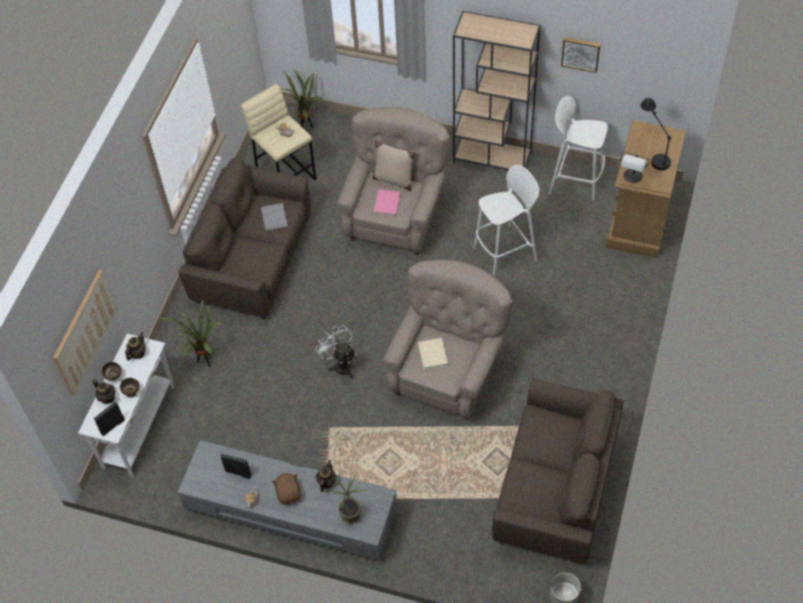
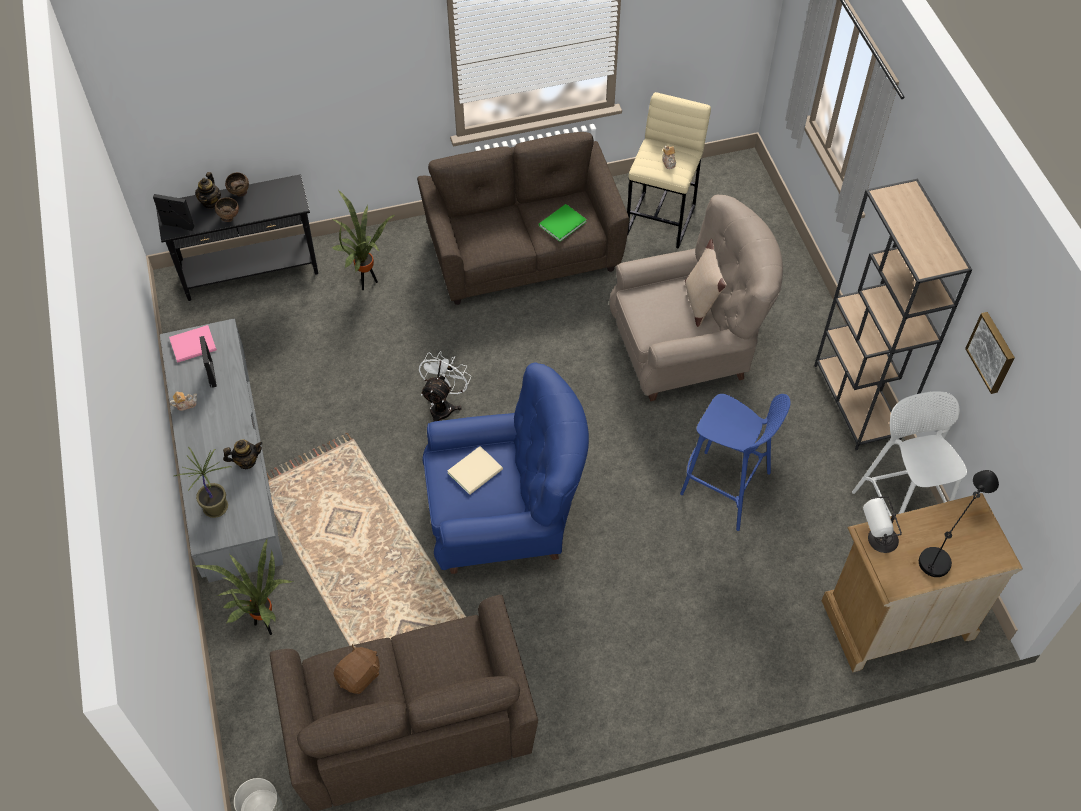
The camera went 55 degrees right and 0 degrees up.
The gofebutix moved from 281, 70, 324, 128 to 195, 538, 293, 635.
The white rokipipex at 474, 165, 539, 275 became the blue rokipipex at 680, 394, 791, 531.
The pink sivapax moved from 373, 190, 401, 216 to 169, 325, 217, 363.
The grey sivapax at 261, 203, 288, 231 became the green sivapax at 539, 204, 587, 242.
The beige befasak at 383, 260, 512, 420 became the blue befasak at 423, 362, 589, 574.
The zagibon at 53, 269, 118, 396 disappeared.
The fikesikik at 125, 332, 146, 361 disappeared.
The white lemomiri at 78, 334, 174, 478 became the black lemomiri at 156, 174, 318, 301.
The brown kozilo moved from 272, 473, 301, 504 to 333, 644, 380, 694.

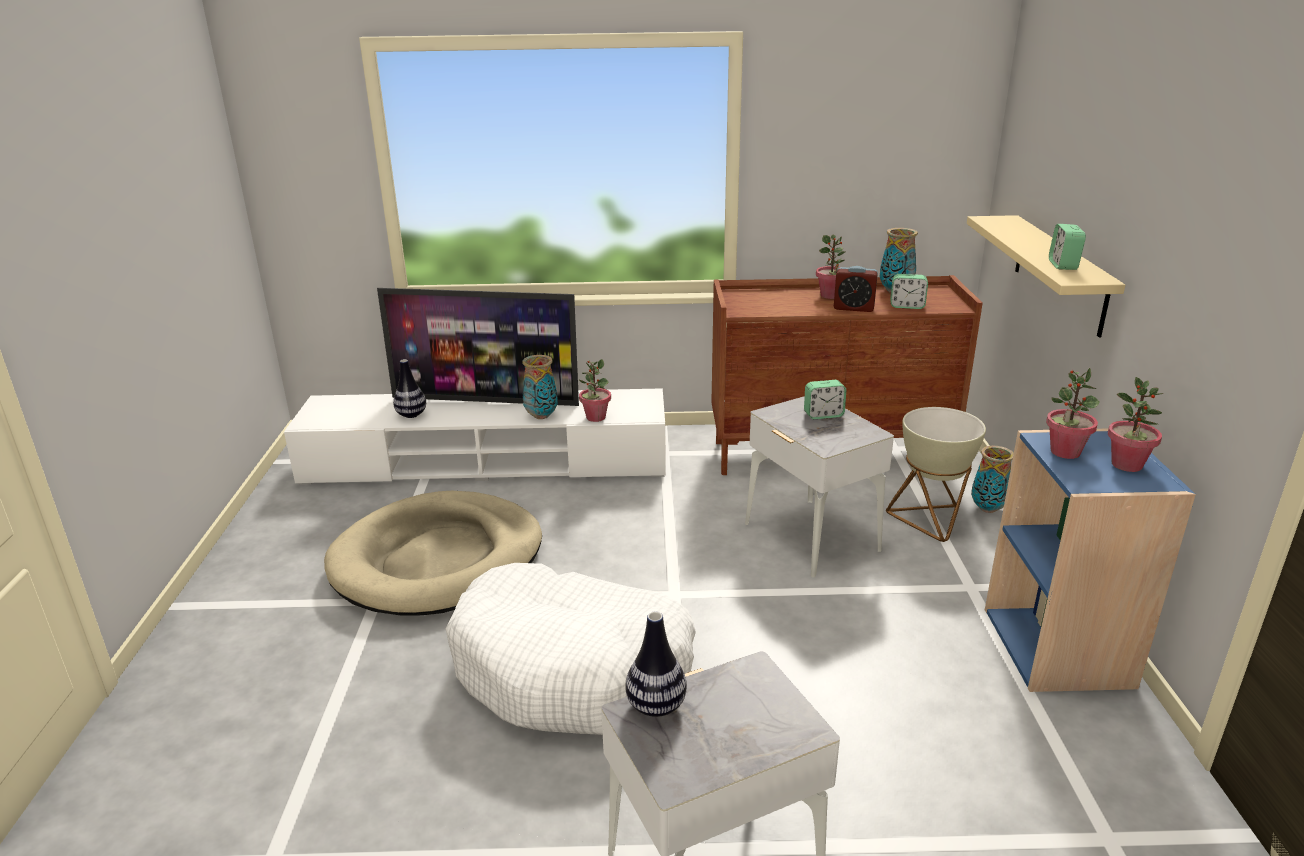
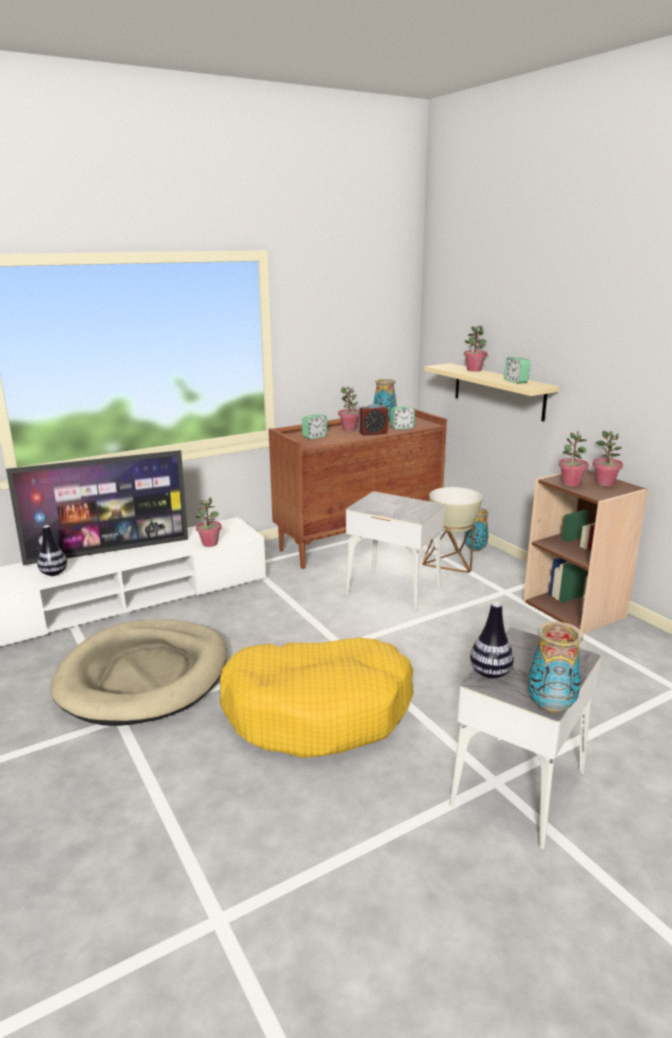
The camera went 30 degrees left and 5 degrees down.
The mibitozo moved from 522, 355, 558, 419 to 528, 621, 583, 714.
The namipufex moved from 804, 380, 846, 419 to 302, 414, 327, 439.
The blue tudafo at 985, 429, 1196, 692 became the brown tudafo at 523, 469, 649, 634.
The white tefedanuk at 445, 563, 696, 735 became the yellow tefedanuk at 220, 638, 413, 758.
The gofebutix at 464, 325, 487, 372 appeared.

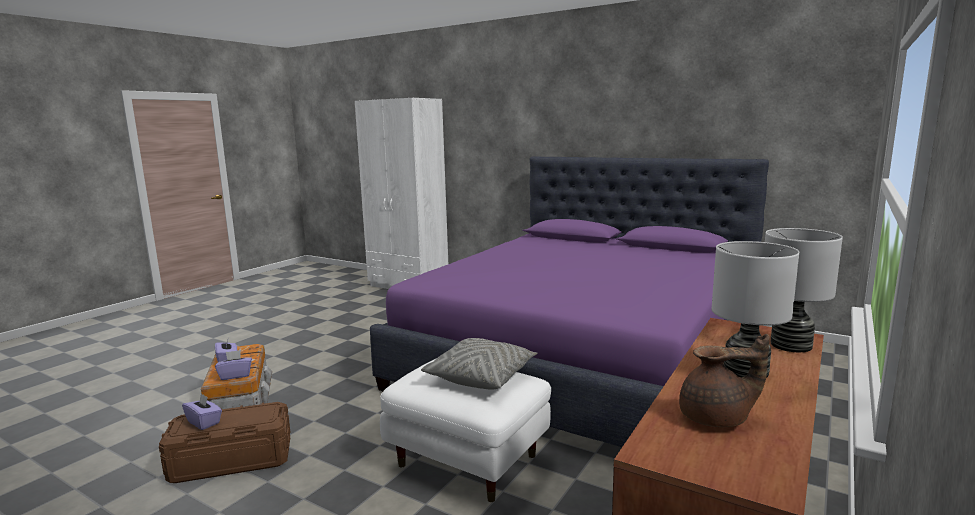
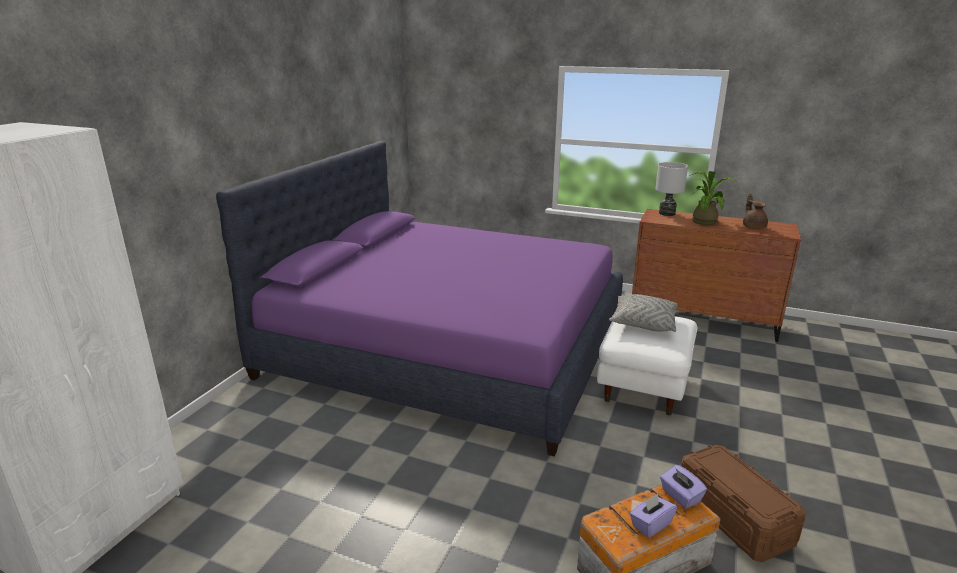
The camera went 100 degrees left and 10 degrees up.
The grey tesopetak at 711, 241, 799, 378 was replaced by the gofebutix at 692, 171, 739, 225.
The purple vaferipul at 182, 393, 222, 430 disappeared.

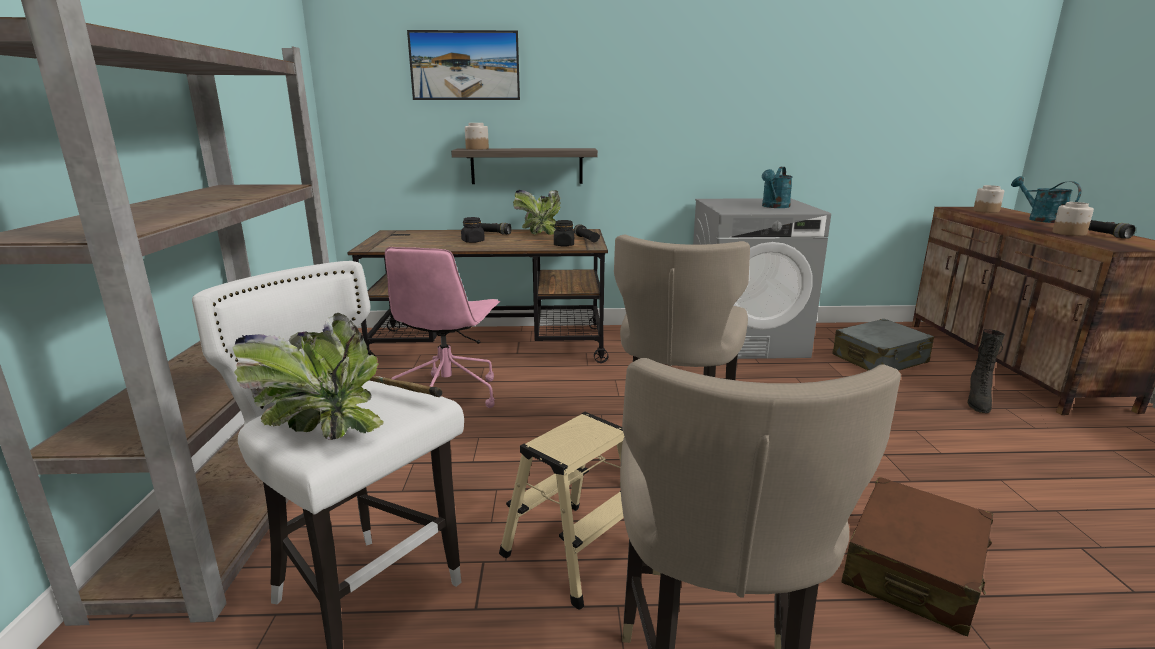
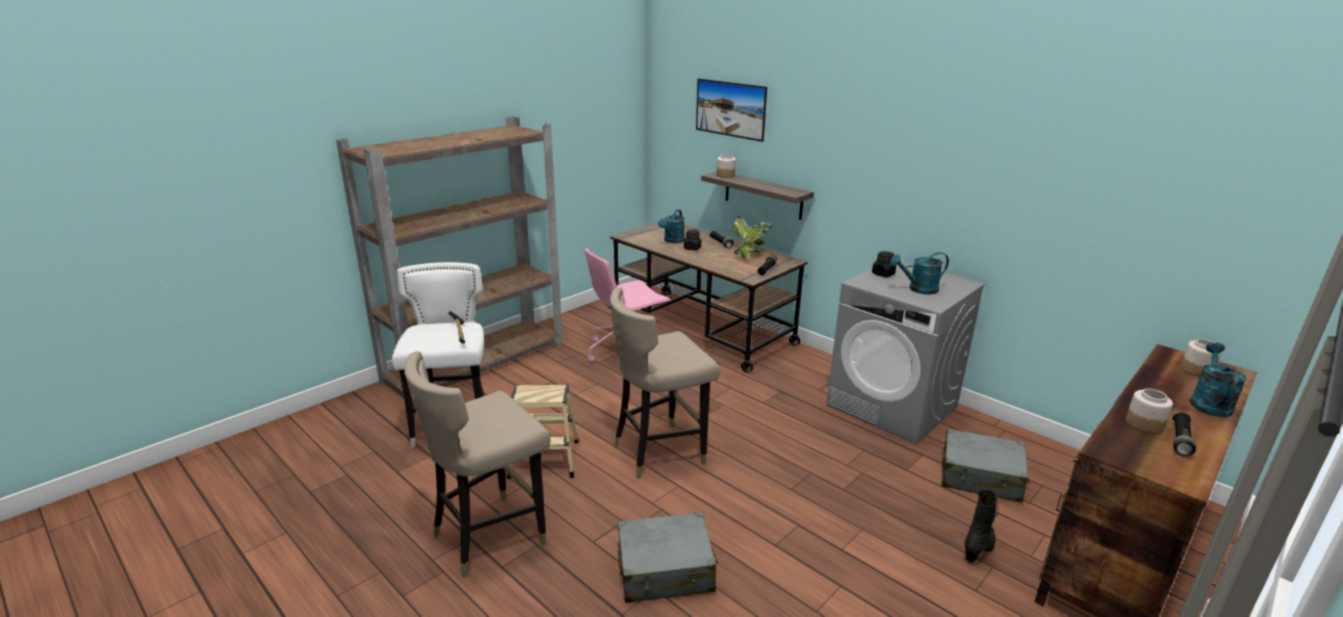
The camera went 45 degrees right and 5 degrees up.
The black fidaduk moved from 554, 220, 574, 247 to 872, 251, 896, 277.
The gofebutix at 232, 313, 384, 440 disappeared.
The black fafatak at 967, 329, 1005, 413 turned 150 degrees clockwise.
The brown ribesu at 842, 477, 993, 636 became the grey ribesu at 618, 512, 718, 603.
The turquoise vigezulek at 658, 210, 685, 243 appeared.

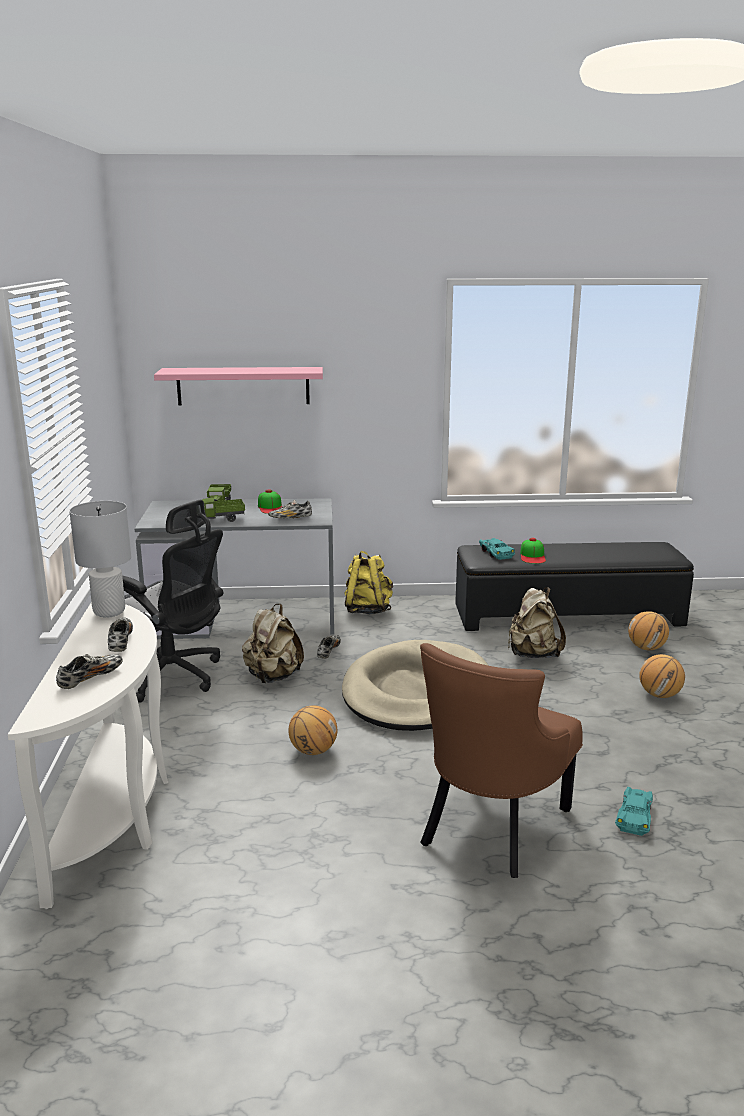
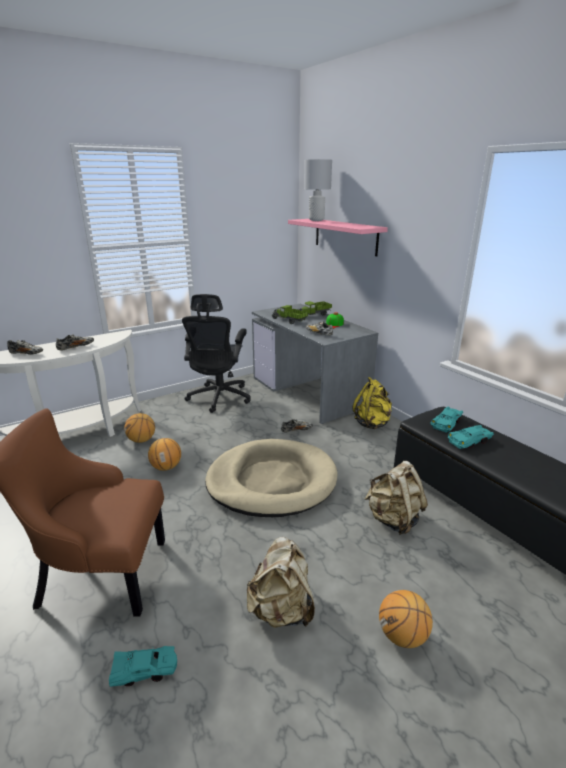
The camera went 60 degrees right and 5 degrees up.
The grey tesopetak moved from 69, 501, 131, 618 to 304, 159, 332, 221.
The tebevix at 520, 538, 546, 564 was replaced by the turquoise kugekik at 448, 425, 494, 449.
The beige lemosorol moved from 242, 604, 304, 683 to 247, 537, 315, 628.
The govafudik moved from 628, 611, 669, 650 to 124, 413, 155, 443.

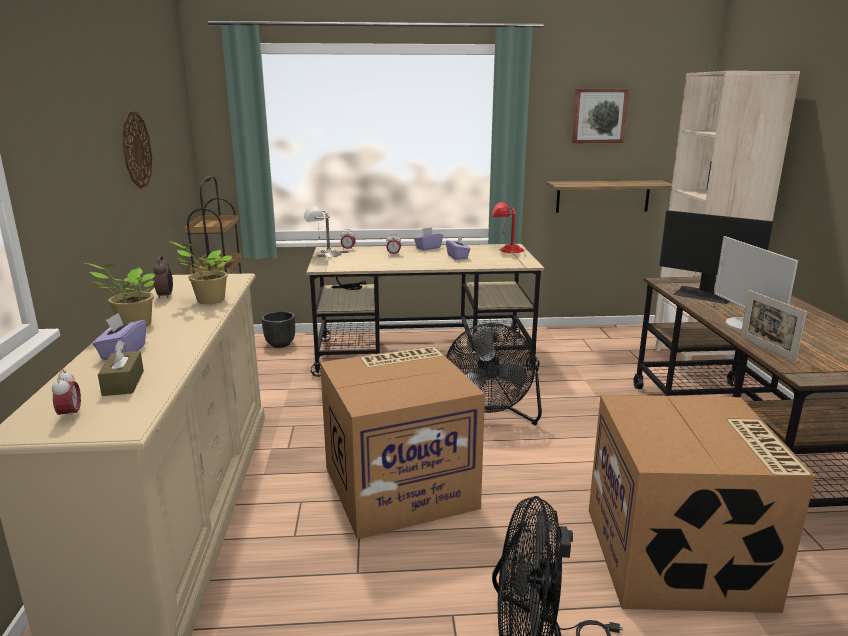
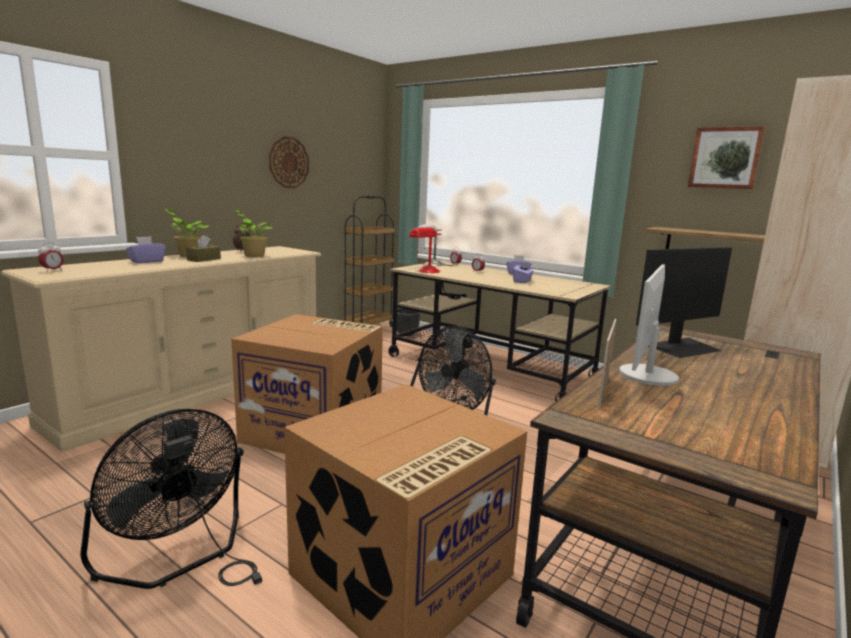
The camera went 40 degrees right and 5 degrees down.
The red tesopetak moved from 492, 202, 524, 253 to 409, 227, 442, 273.
The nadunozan at 659, 210, 773, 304 turned 105 degrees counterclockwise.
The brown vaferipul moved from 98, 340, 144, 396 to 186, 235, 221, 262.

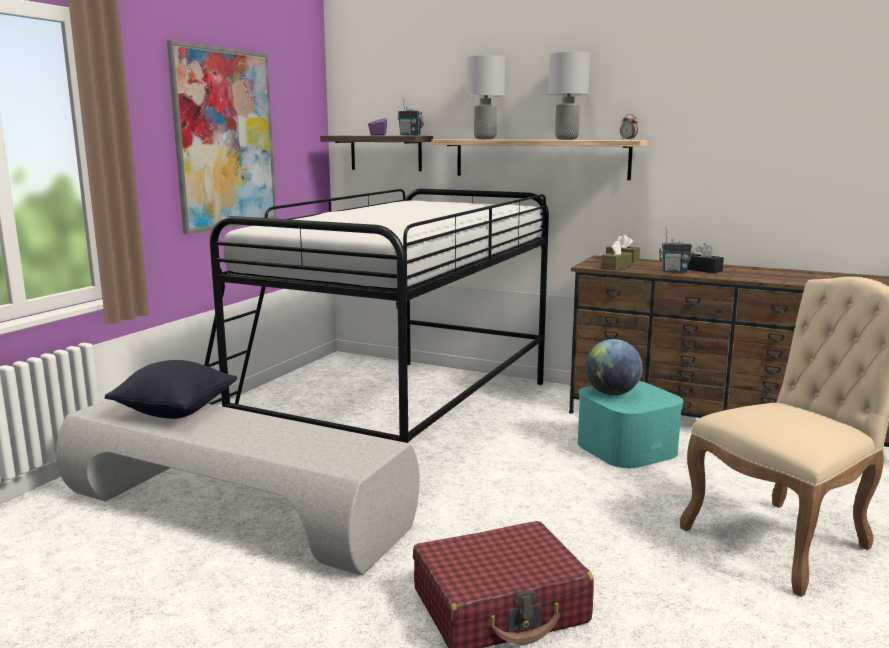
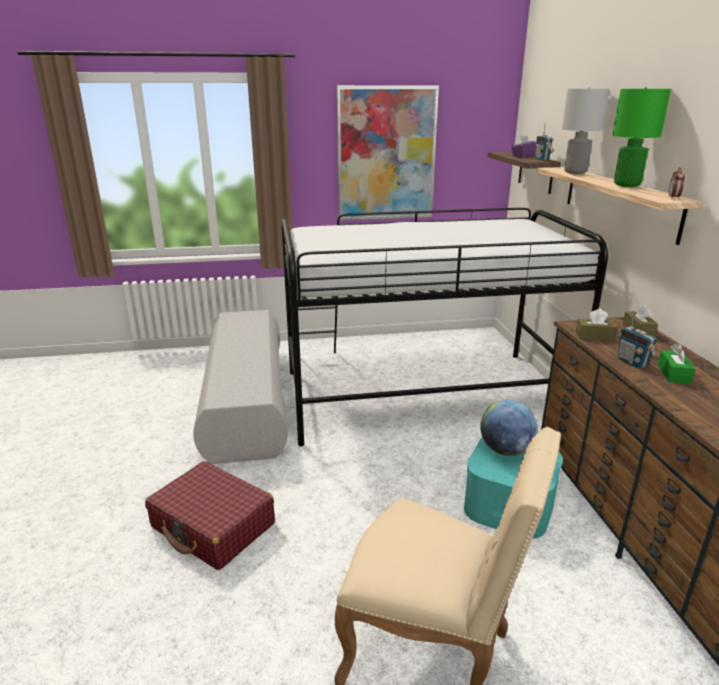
The camera went 55 degrees right and 10 degrees up.
The grey tesopetak at 548, 52, 590, 140 became the green tesopetak at 613, 87, 671, 187.
The black vaferipul at 688, 243, 724, 273 became the green vaferipul at 658, 343, 695, 384.
The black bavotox at 105, 360, 237, 419 disappeared.

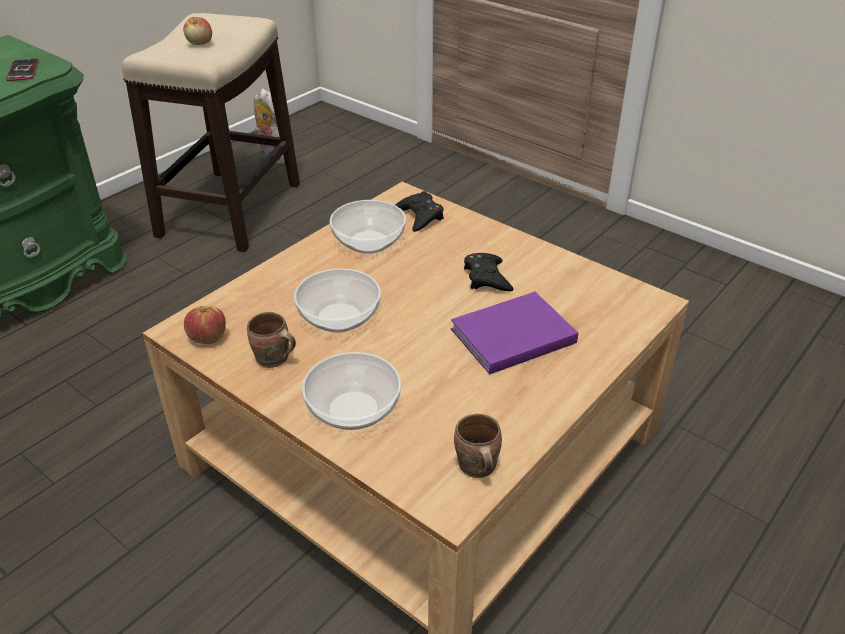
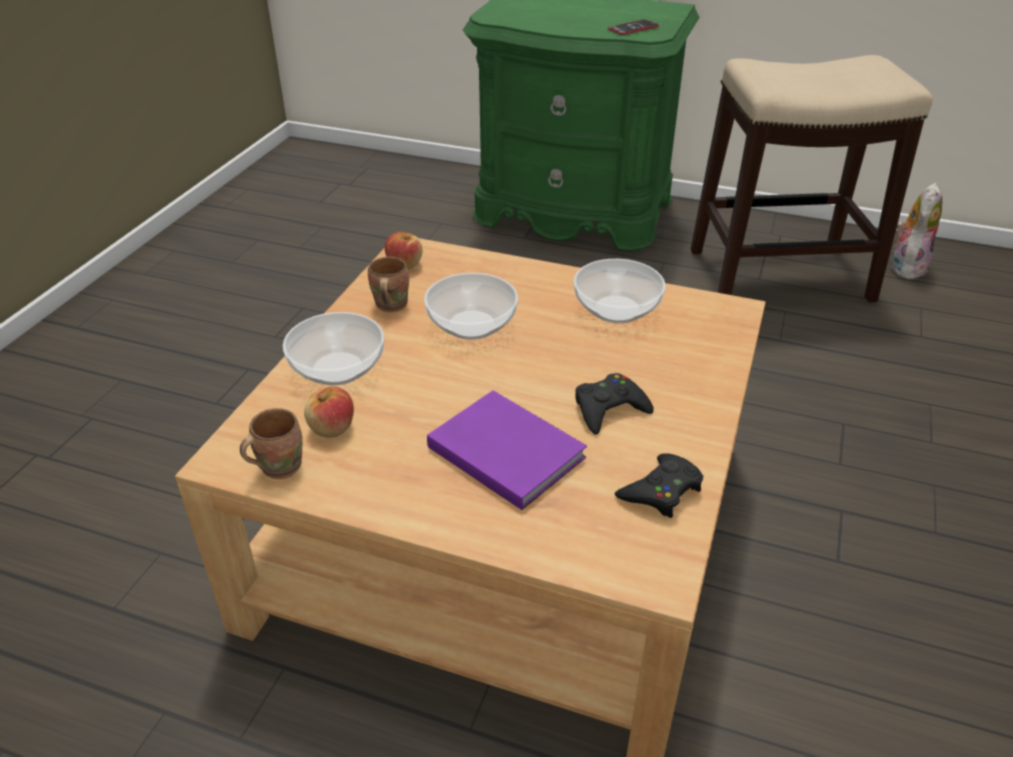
The camera went 70 degrees right and 0 degrees up.
The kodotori moved from 183, 17, 212, 45 to 304, 387, 354, 437.
The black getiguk moved from 396, 191, 444, 232 to 615, 453, 703, 518.

